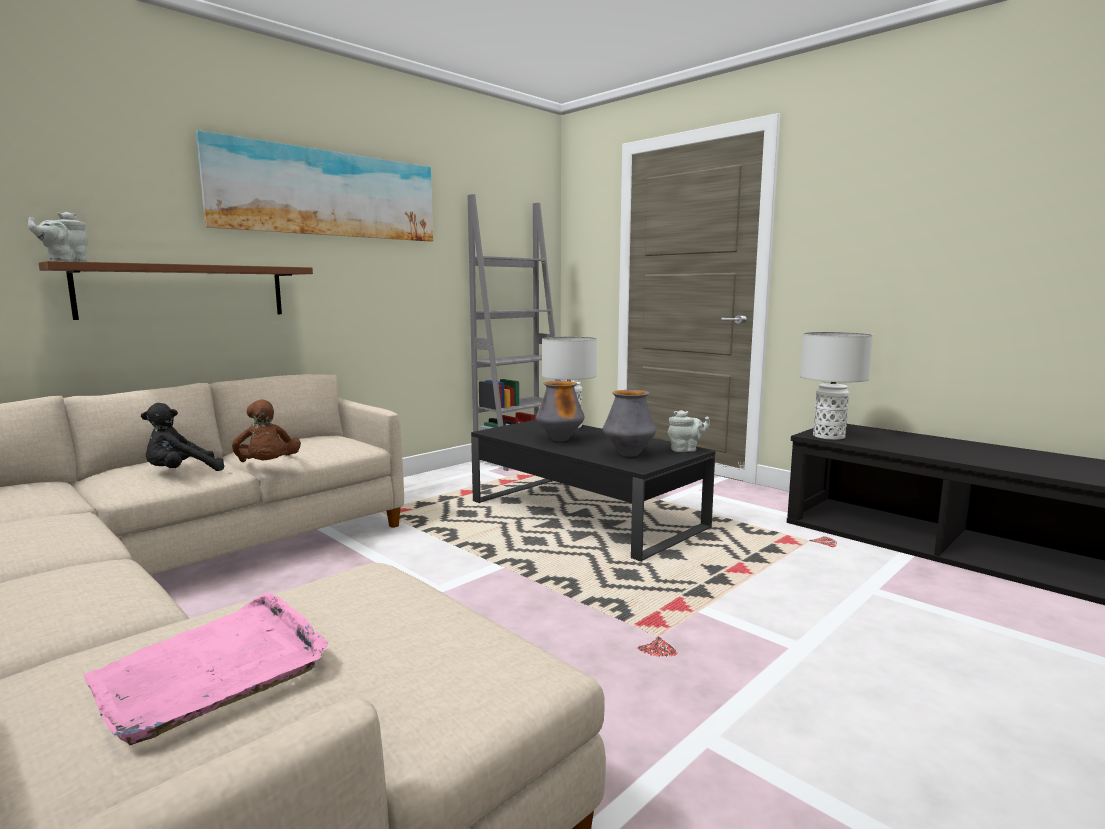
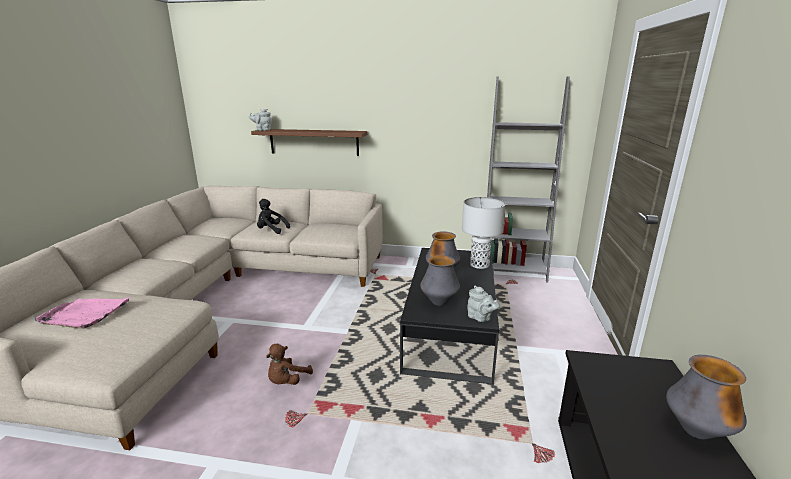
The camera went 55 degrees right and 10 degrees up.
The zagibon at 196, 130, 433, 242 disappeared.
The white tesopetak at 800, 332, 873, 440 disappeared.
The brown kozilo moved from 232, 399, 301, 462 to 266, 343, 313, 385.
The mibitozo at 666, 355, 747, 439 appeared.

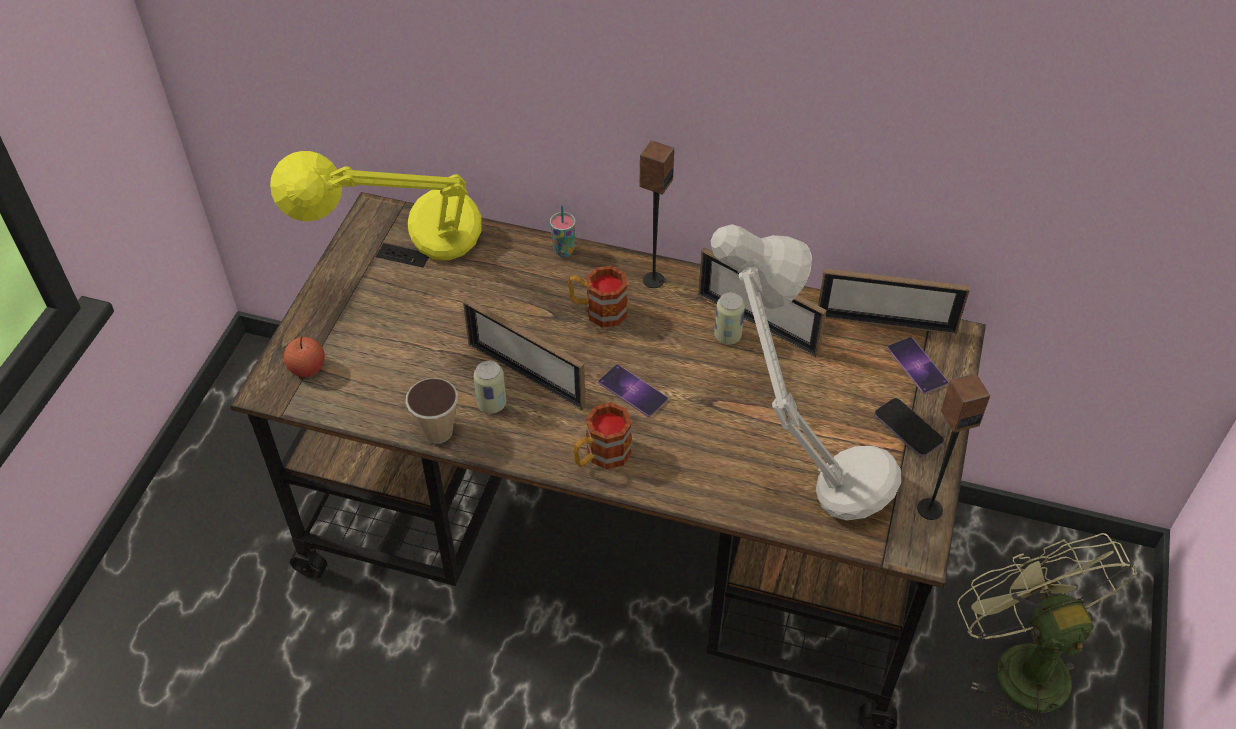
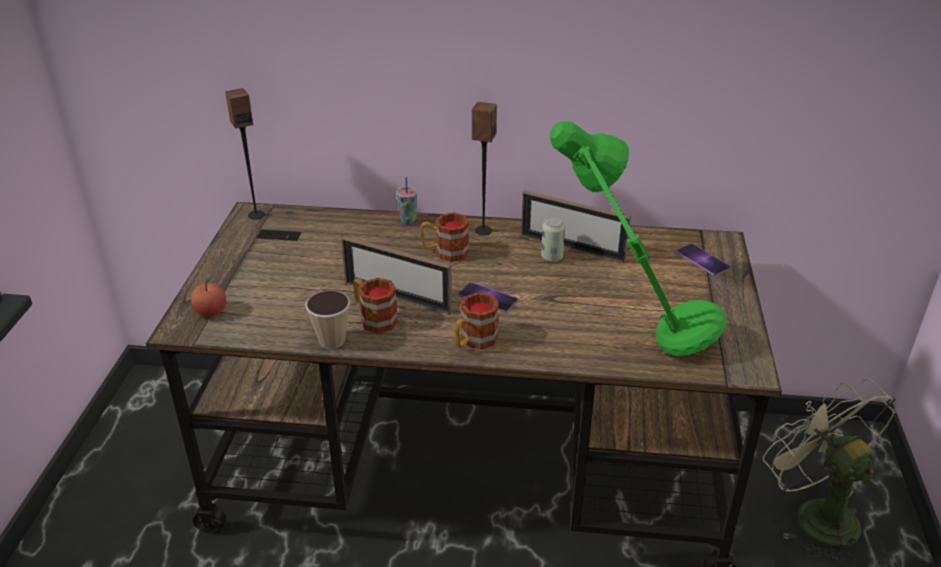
The camera went 10 degrees left and 15 degrees down.
The yellow tesopetak at 270, 151, 482, 260 disappeared.
The grey tesopetak at 711, 224, 901, 520 became the green tesopetak at 549, 121, 727, 356.
The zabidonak at 818, 268, 970, 334 disappeared.
The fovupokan at 473, 361, 506, 414 was replaced by the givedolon at 353, 278, 398, 334.
The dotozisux moved from 917, 373, 990, 520 to 225, 88, 265, 220.
The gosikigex at 874, 398, 944, 457 disappeared.

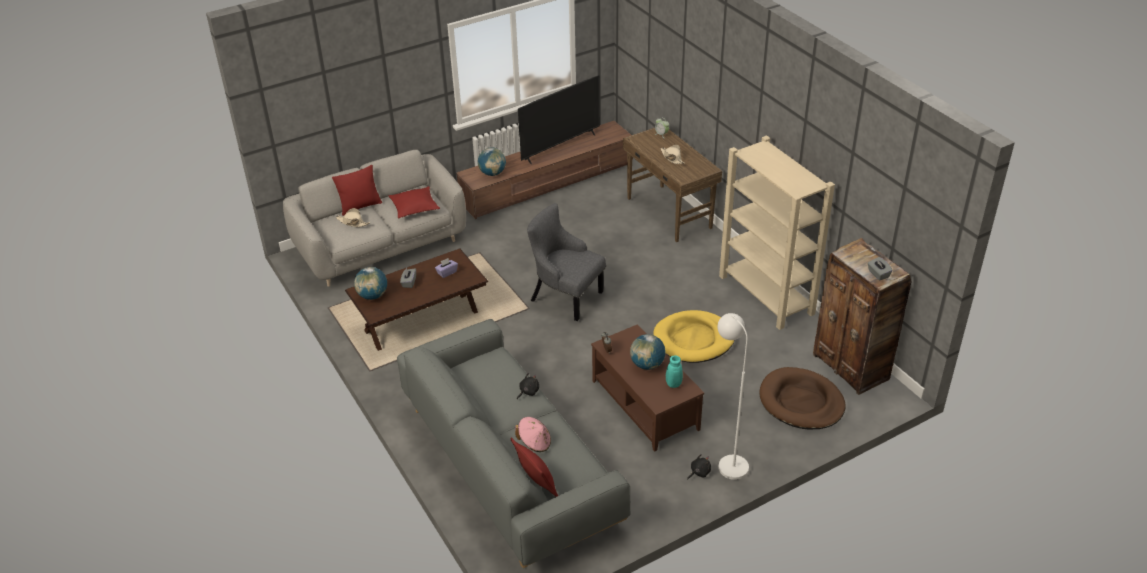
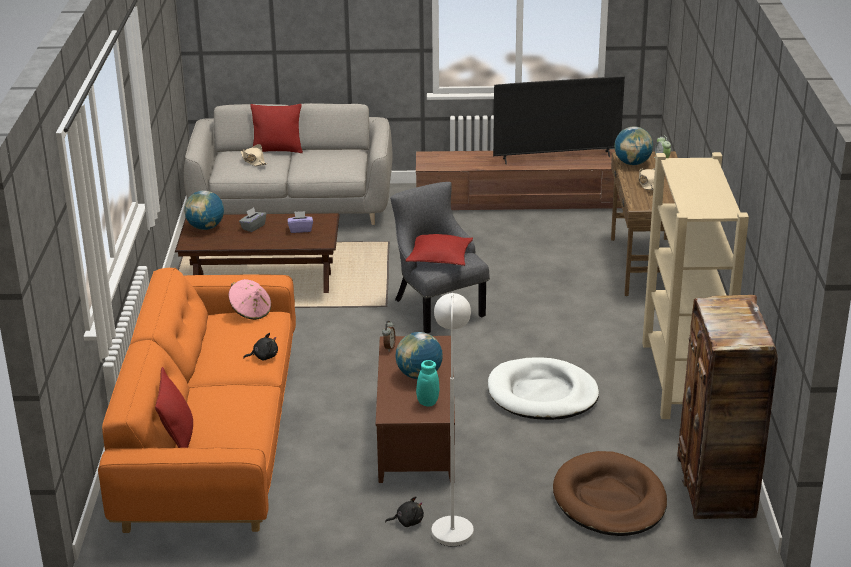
The camera went 30 degrees right and 10 degrees down.
The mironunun moved from 478, 148, 506, 176 to 614, 126, 653, 165.
The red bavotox moved from 389, 186, 440, 218 to 406, 234, 473, 266.
The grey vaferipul at 868, 257, 893, 281 disappeared.
The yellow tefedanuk at 653, 310, 734, 363 became the white tefedanuk at 488, 357, 599, 420.
The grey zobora at 397, 319, 631, 568 became the orange zobora at 98, 268, 296, 533.
The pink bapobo moved from 515, 417, 551, 452 to 228, 279, 271, 320.

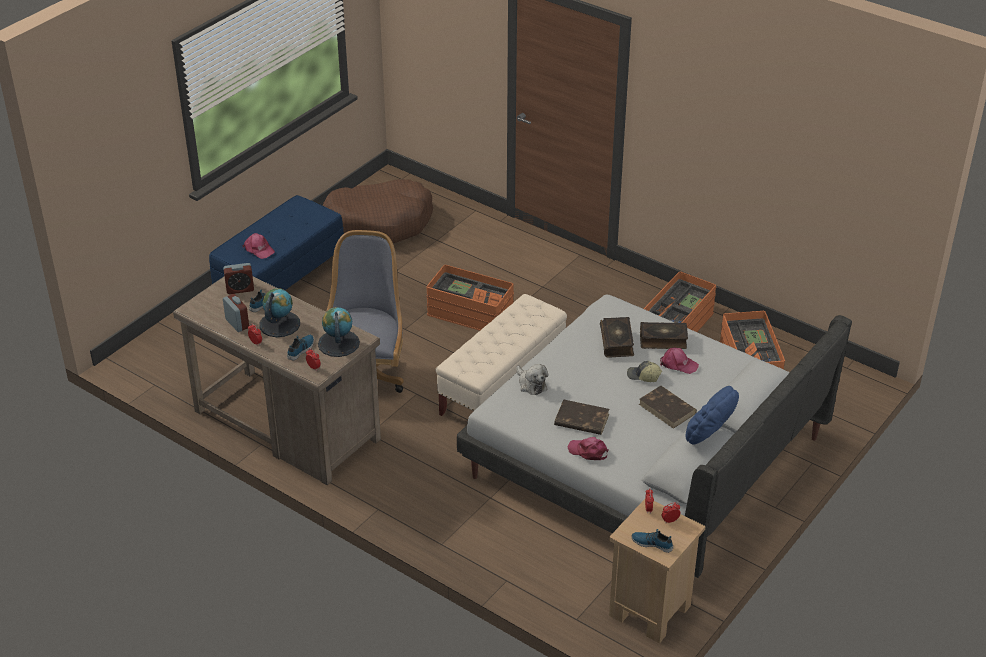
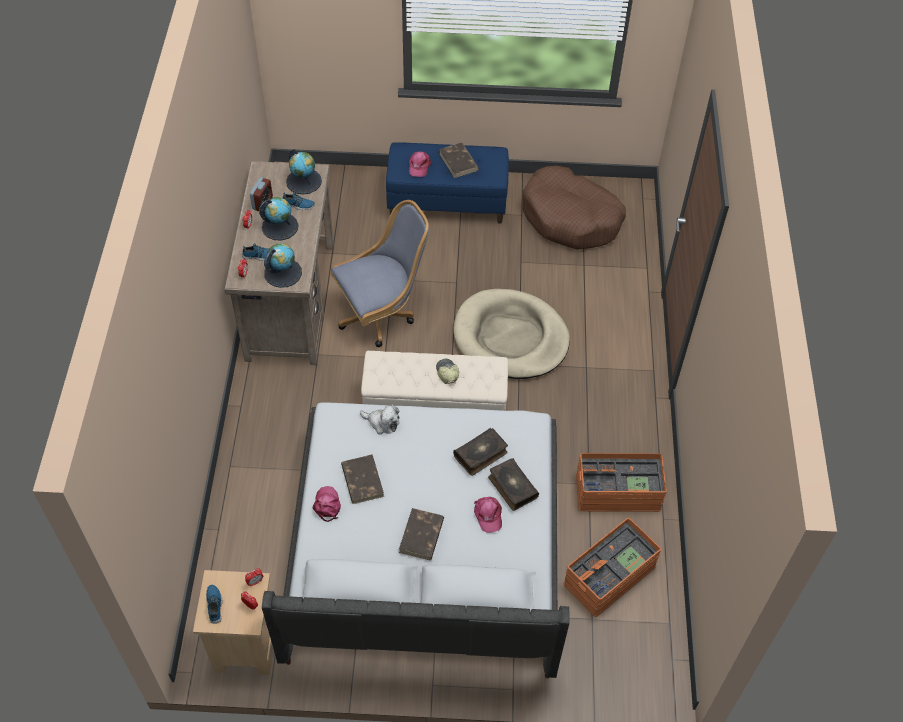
The camera went 55 degrees right and 15 degrees up.
The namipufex at 223, 263, 254, 294 was replaced by the mironunun at 286, 149, 322, 195.
The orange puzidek at 427, 265, 514, 331 was replaced by the beige tefedanuk at 454, 289, 570, 379.
The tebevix moved from 627, 361, 662, 382 to 436, 359, 459, 384.
The kozilo at 516, 364, 548, 395 turned 90 degrees counterclockwise.
The blue bavotox at 686, 386, 739, 445 disappeared.
The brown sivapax at 439, 143, 479, 178 appeared.

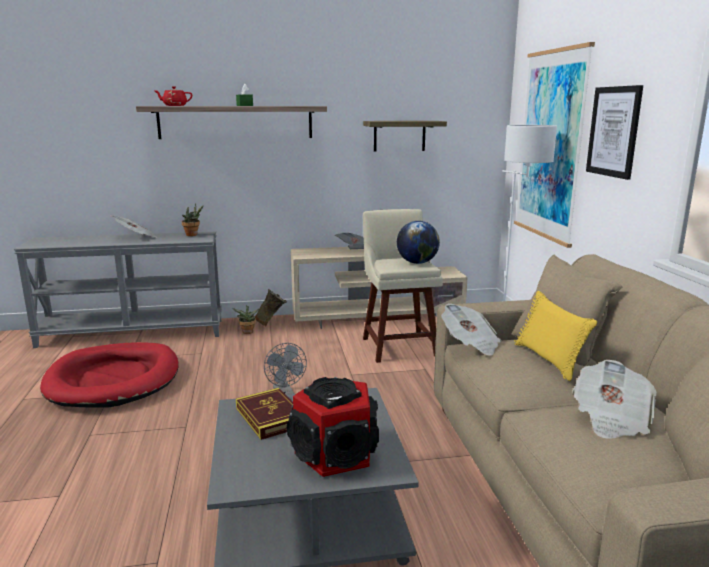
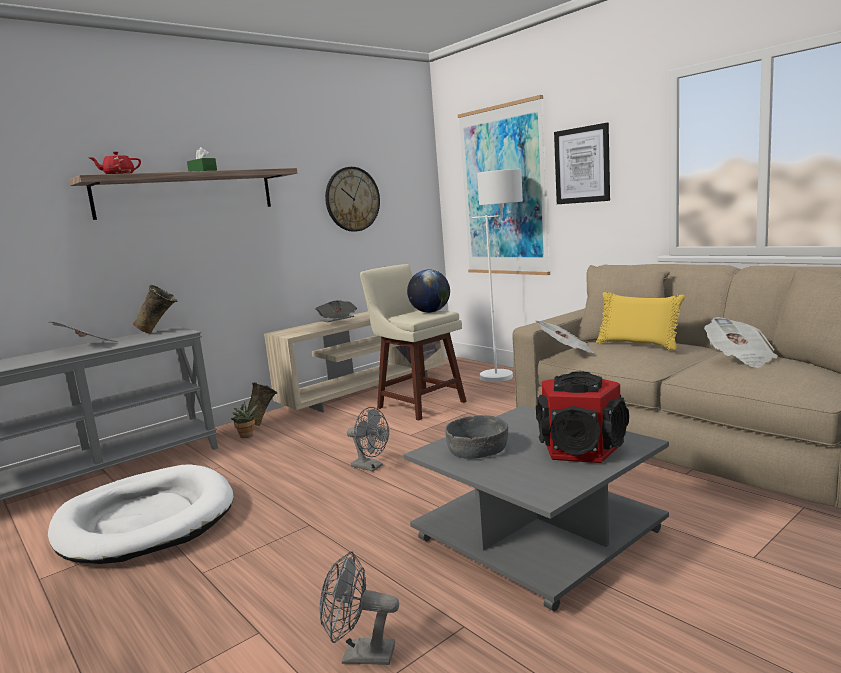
The camera went 30 degrees left and 5 degrees down.
The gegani at 363, 121, 447, 151 was replaced by the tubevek at 325, 167, 380, 232.
The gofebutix at 182, 203, 204, 236 was replaced by the beige mibitozo at 133, 285, 178, 334.
The red tefedanuk at 40, 342, 179, 408 became the white tefedanuk at 48, 464, 234, 564.
The sivapax at 236, 388, 293, 440 was replaced by the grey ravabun at 445, 415, 508, 459.
The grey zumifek at 320, 551, 399, 665 appeared.

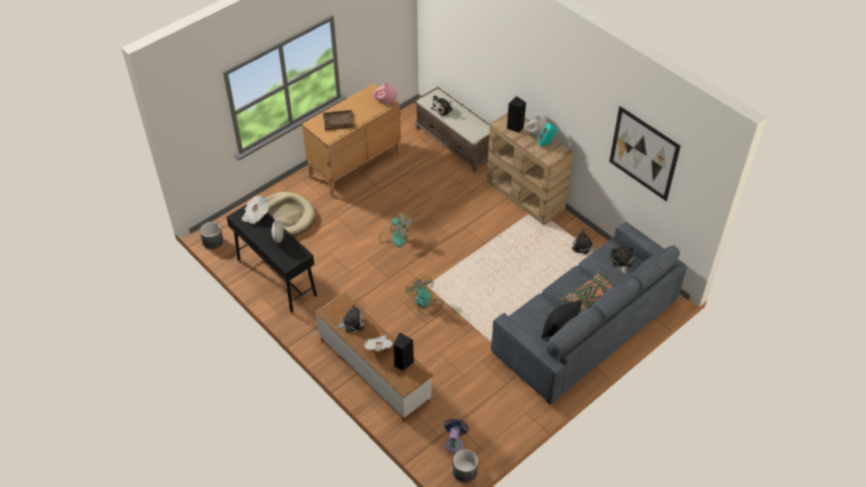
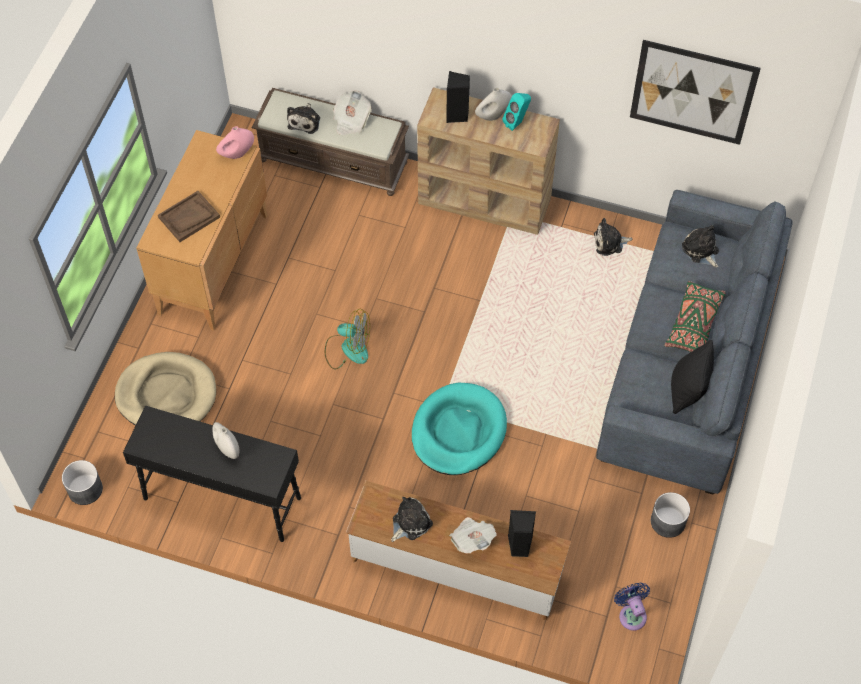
The camera went 30 degrees left and 10 degrees up.
The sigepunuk moved from 242, 196, 269, 224 to 333, 90, 372, 135.
The zumifek at 406, 276, 443, 316 was replaced by the turquoise tefedanuk at 412, 382, 507, 475.
The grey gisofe moved from 453, 449, 478, 482 to 651, 492, 690, 538.

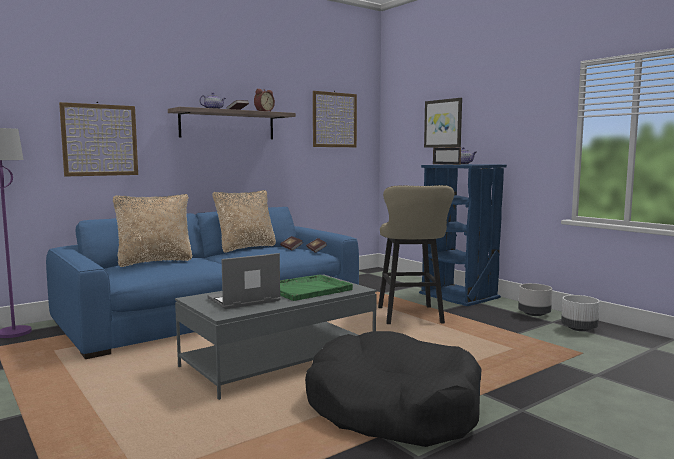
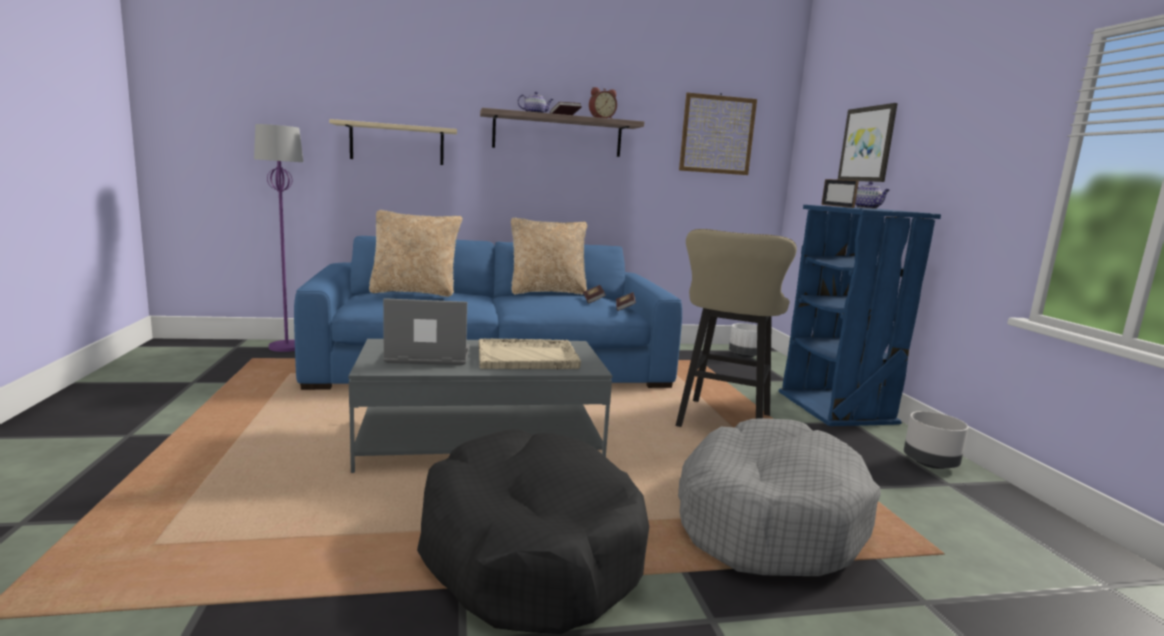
The camera went 25 degrees right and 5 degrees up.
The zagibon at 59, 102, 138, 176 was replaced by the beige gegani at 329, 119, 457, 165.
The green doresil at 280, 274, 353, 301 became the beige doresil at 479, 339, 581, 369.
The white gisofe moved from 561, 295, 600, 331 to 729, 323, 757, 358.
The grey tefedanuk at 678, 418, 881, 576 appeared.

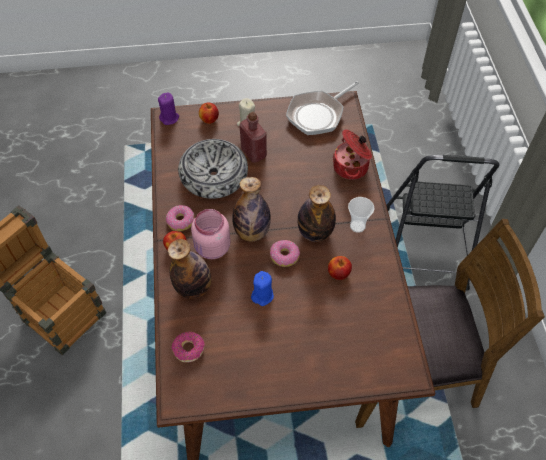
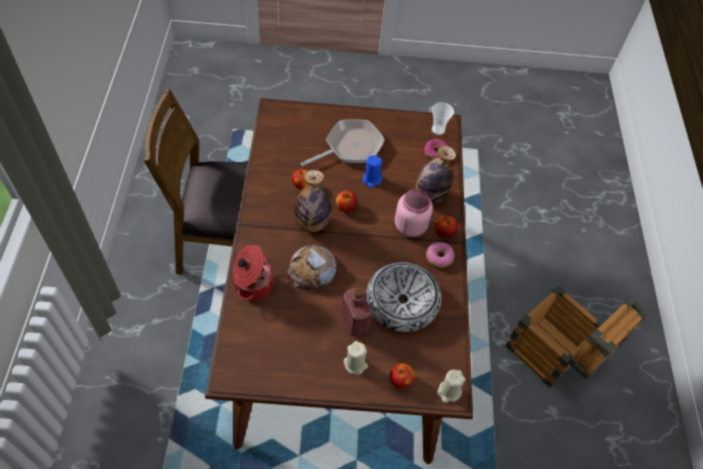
The camera went 175 degrees left and 0 degrees up.
The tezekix moved from 286, 81, 359, 135 to 301, 120, 385, 166.
The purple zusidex at 158, 92, 179, 125 became the beige zusidex at 437, 370, 466, 403.
The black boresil at 386, 155, 500, 290 disappeared.
The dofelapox at 232, 177, 271, 242 disappeared.
The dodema moved from 348, 197, 374, 233 to 432, 102, 454, 135.
The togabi at 270, 240, 300, 267 was replaced by the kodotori at 336, 191, 357, 213.
The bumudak at 287, 245, 336, 290 appeared.

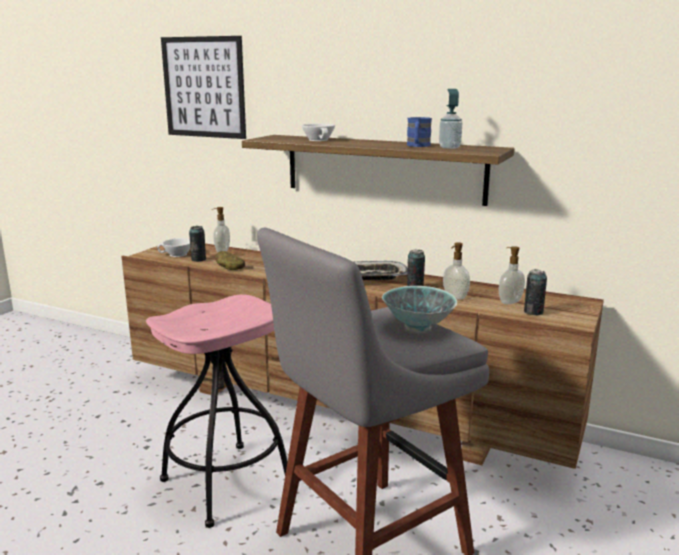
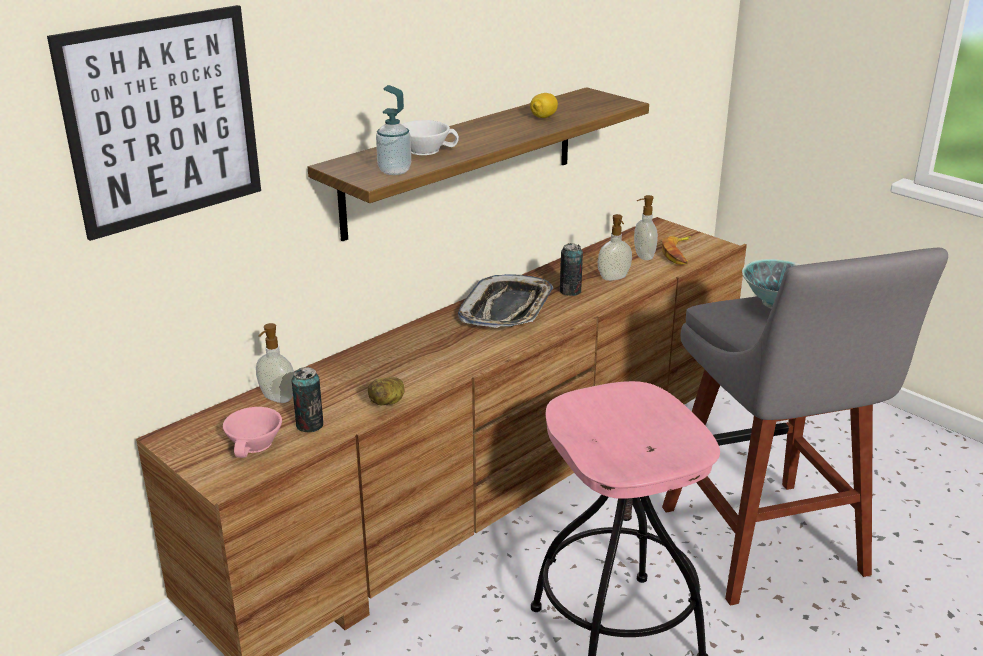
The camera went 70 degrees left and 10 degrees up.
The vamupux moved from 439, 89, 462, 149 to 376, 85, 411, 175.
The blue givedolon at 407, 117, 432, 147 was replaced by the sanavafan at 530, 93, 558, 118.
The white dodema at 157, 238, 190, 257 became the pink dodema at 223, 407, 282, 458.
The fovupokan at 524, 269, 547, 315 was replaced by the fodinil at 662, 236, 691, 265.

